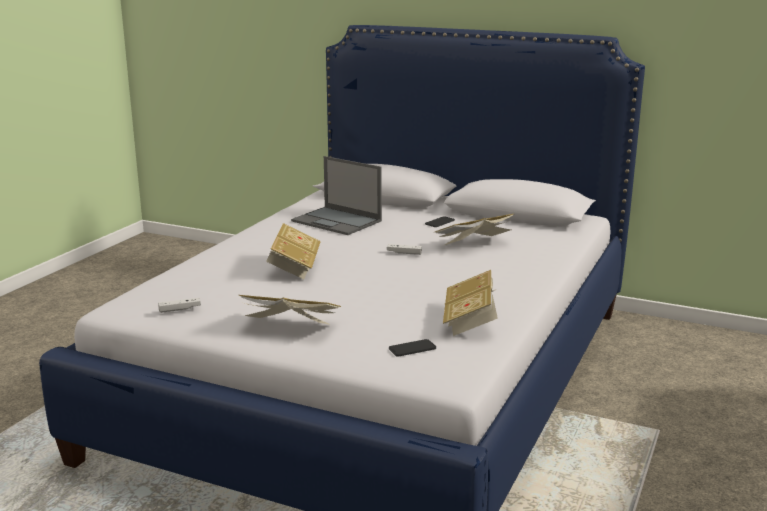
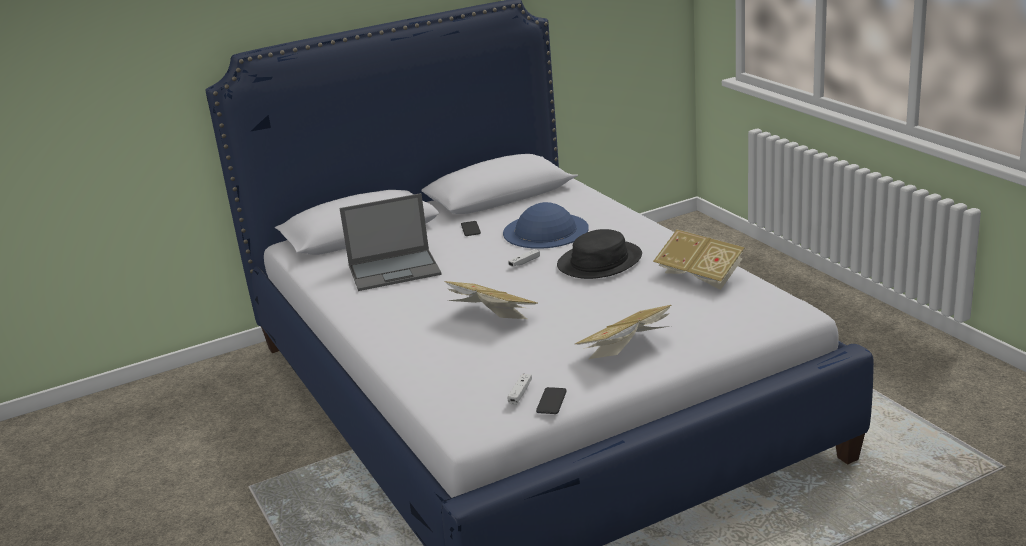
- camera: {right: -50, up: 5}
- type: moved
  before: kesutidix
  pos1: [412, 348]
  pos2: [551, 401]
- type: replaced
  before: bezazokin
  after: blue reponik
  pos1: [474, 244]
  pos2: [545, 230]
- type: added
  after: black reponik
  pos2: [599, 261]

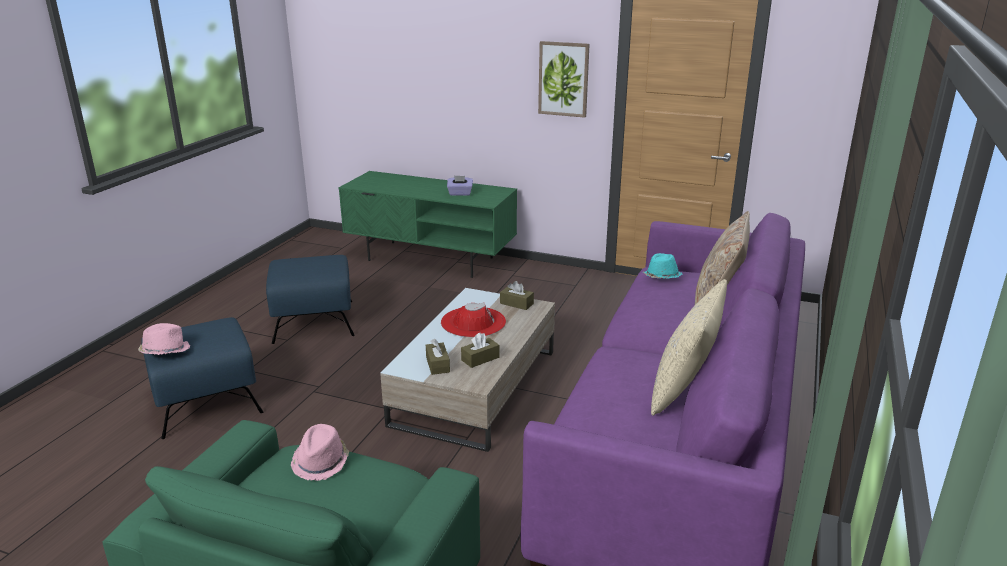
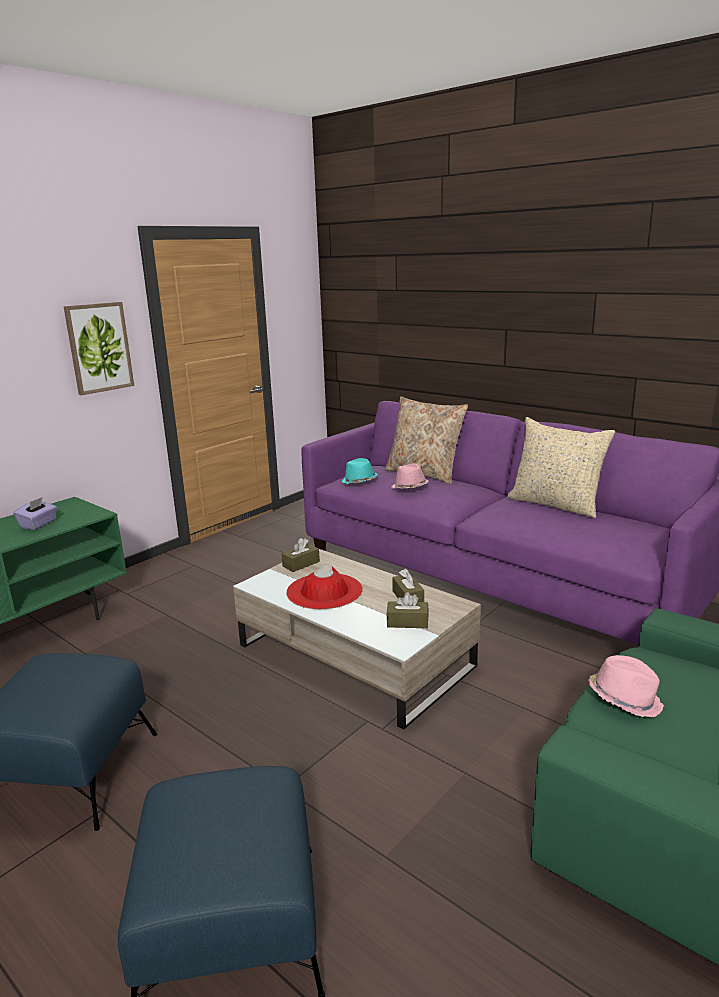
- camera: {right: -70, up: -5}
- type: moved
  before: pink reponik
  pos1: [165, 351]
  pos2: [409, 488]

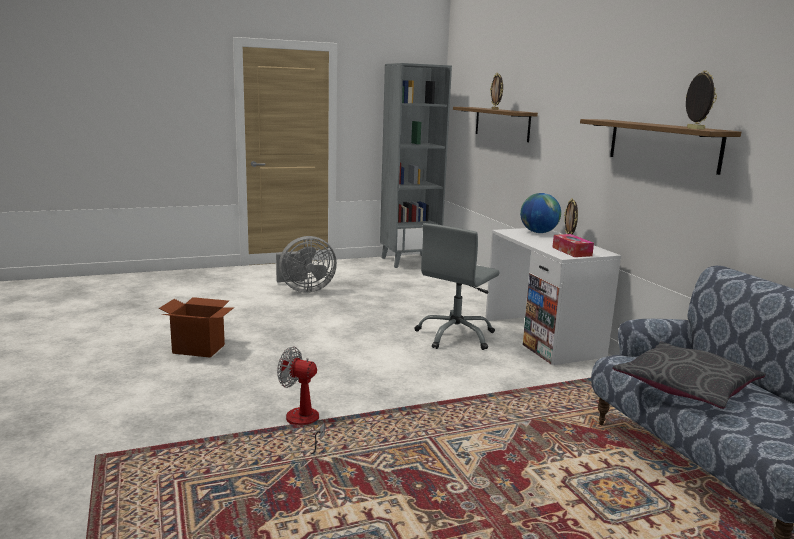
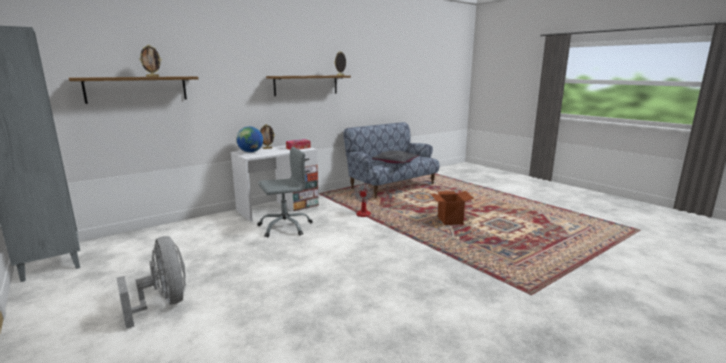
- camera: {right: -105, up: 0}
- type: moved
  before: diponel
  pos1: [199, 349]
  pos2: [449, 220]
- type: moved
  before: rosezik
  pos1: [305, 424]
  pos2: [368, 213]
- type: turned
  before: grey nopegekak
  pos1: [456, 336]
  pos2: [285, 227]
  turn: -45

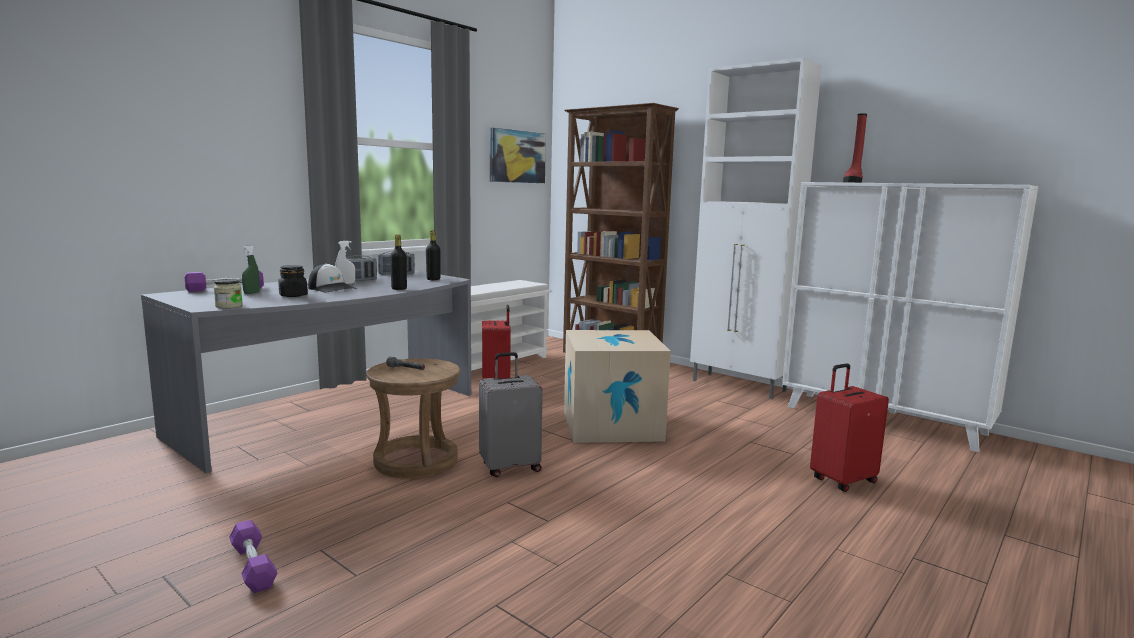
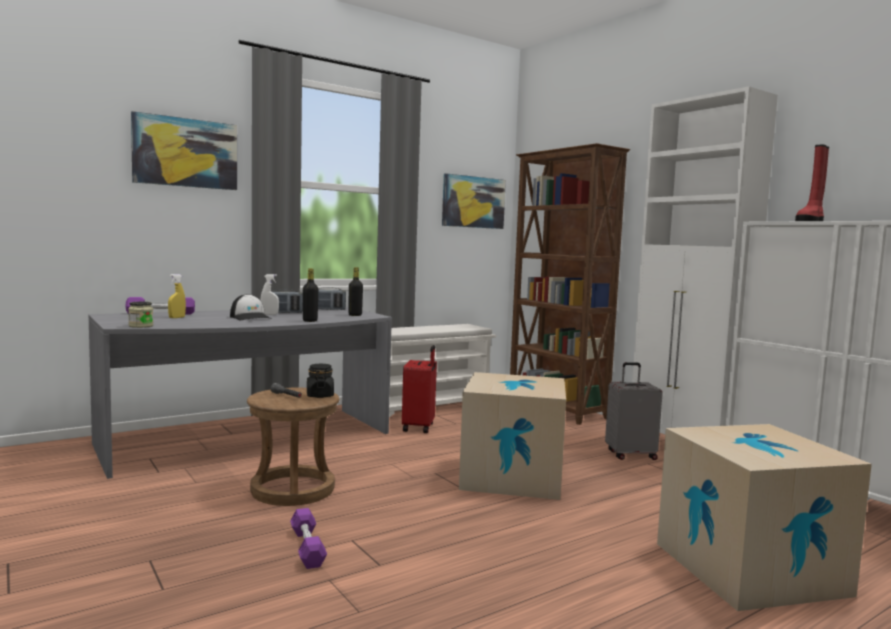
- camera: {right: 15, up: -5}
- type: moved
  before: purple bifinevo
  pos1: [253, 566]
  pos2: [307, 547]
- type: recoloured
  before: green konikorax
  after: yellow konikorax
  pos1: [251, 293]
  pos2: [177, 317]
- type: moved
  before: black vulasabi
  pos1: [293, 295]
  pos2: [320, 395]
- type: moved
  before: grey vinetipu
  pos1: [510, 467]
  pos2: [630, 455]
- type: replaced
  before: red vinetipu
  after: diponel
  pos1: [842, 480]
  pos2: [749, 568]
- type: added
  after: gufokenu
  pos2: [185, 153]

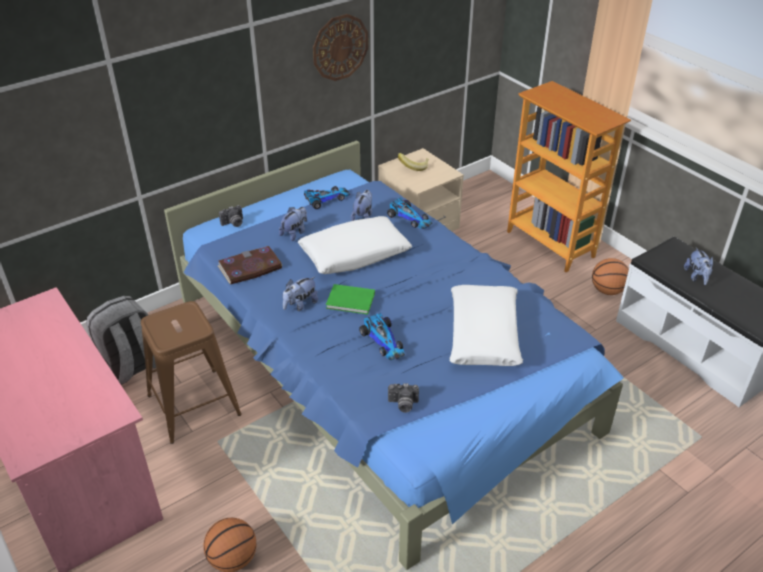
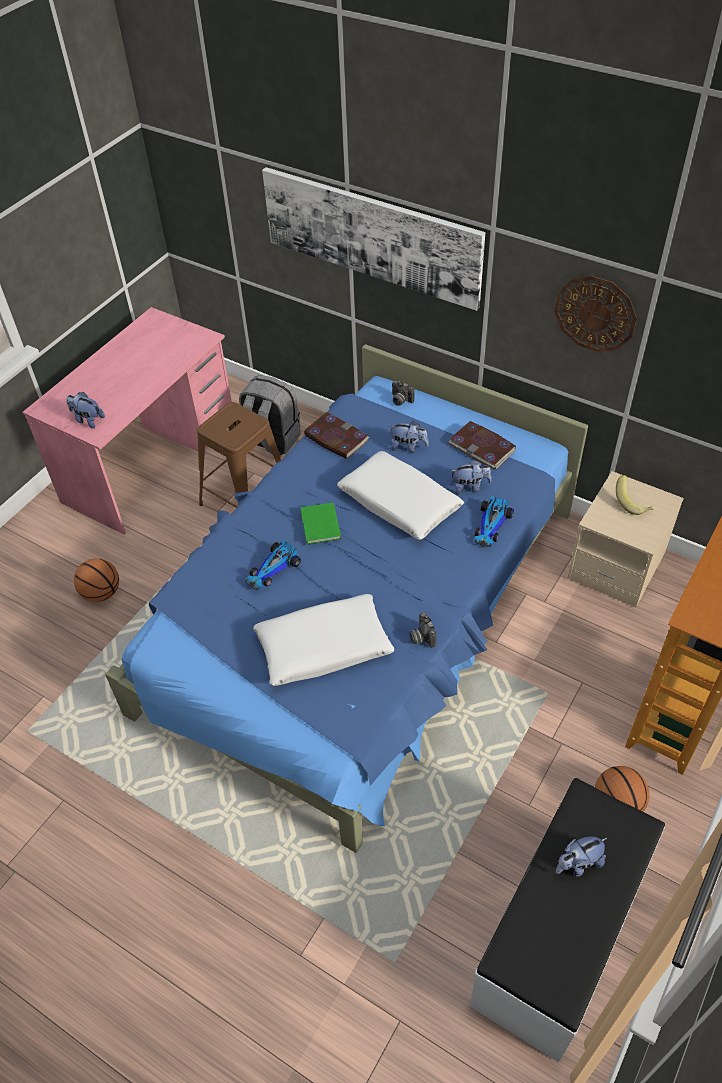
- camera: {right: 70, up: 10}
- type: moved
  before: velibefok
  pos1: [300, 305]
  pos2: [88, 420]
- type: replaced
  before: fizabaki
  after: bezazokin
  pos1: [325, 199]
  pos2: [482, 447]
- type: moved
  before: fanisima
  pos1: [403, 405]
  pos2: [421, 637]
- type: added
  after: gufokenu
  pos2: [371, 236]

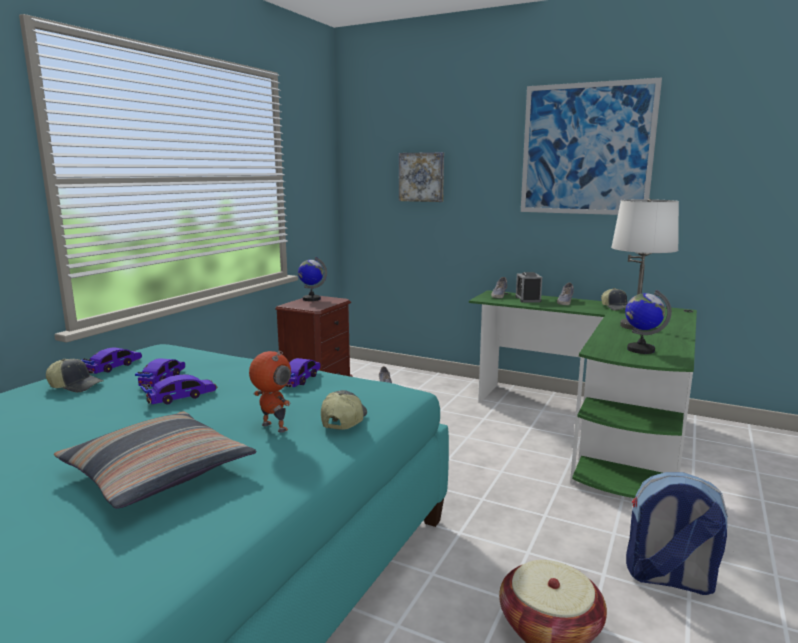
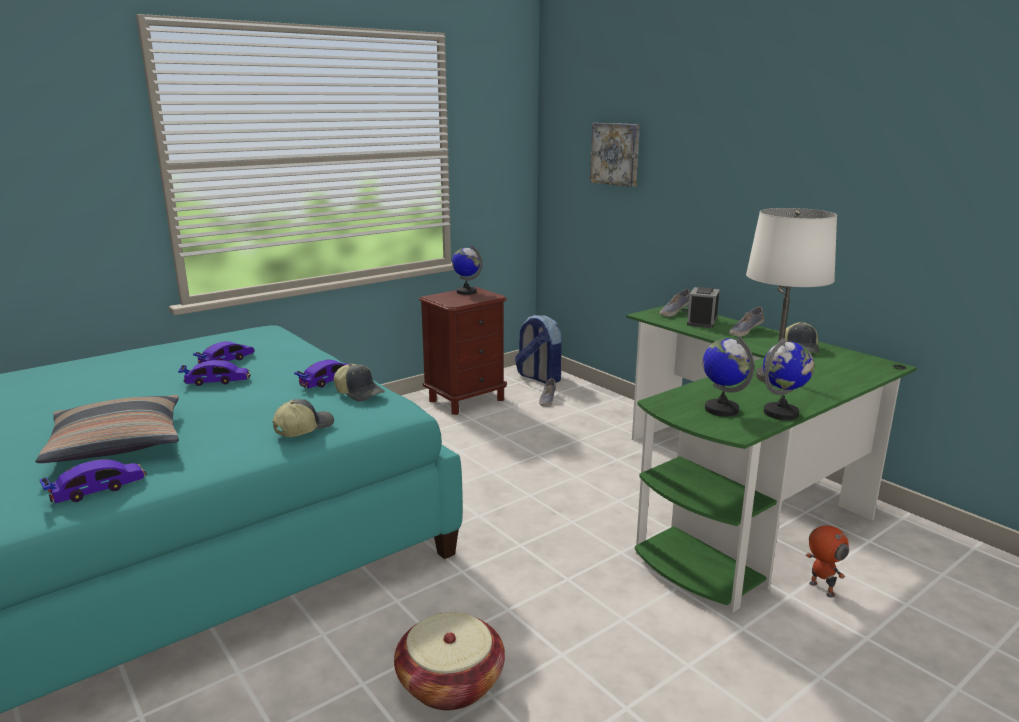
- camera: {right: 25, up: 5}
- type: moved
  before: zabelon
  pos1: [76, 386]
  pos2: [359, 393]
- type: moved
  before: fizabaki
  pos1: [114, 366]
  pos2: [97, 489]
- type: moved
  before: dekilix
  pos1: [273, 428]
  pos2: [820, 589]
- type: removed
  before: gufokenu
  pos1: [586, 149]
- type: moved
  before: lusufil
  pos1: [669, 579]
  pos2: [538, 377]
- type: added
  after: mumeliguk
  pos2: [781, 413]

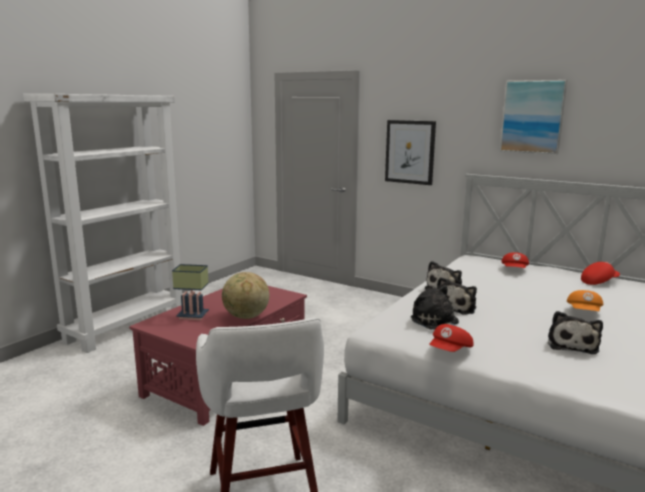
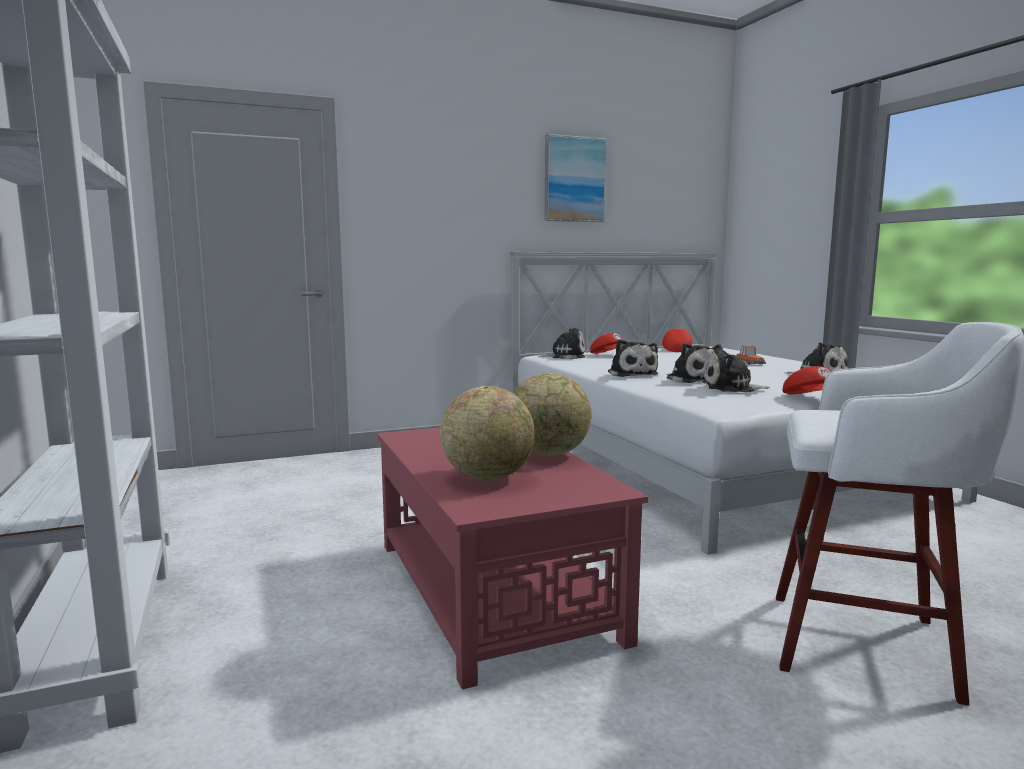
- camera: {right: -55, up: -5}
- type: replaced
  before: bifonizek
  after: mumeliguk
  pos1: [194, 315]
  pos2: [488, 477]
- type: removed
  before: gufokenu
  pos1: [410, 152]
- type: replaced
  before: orange zabelon
  after: fizabaki
  pos1: [584, 312]
  pos2: [749, 362]
- type: added
  after: velibefok
  pos2: [565, 356]

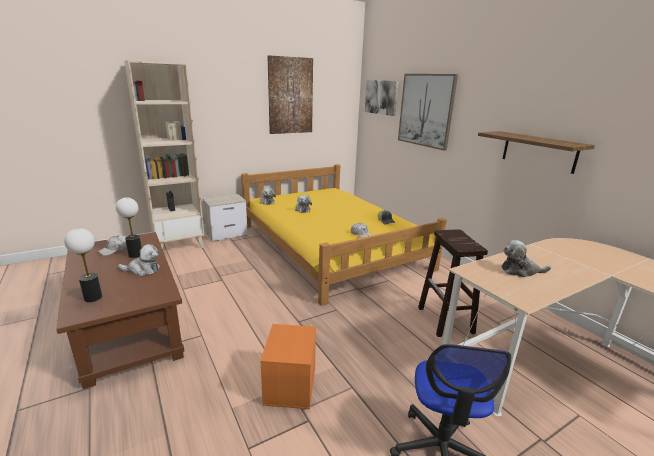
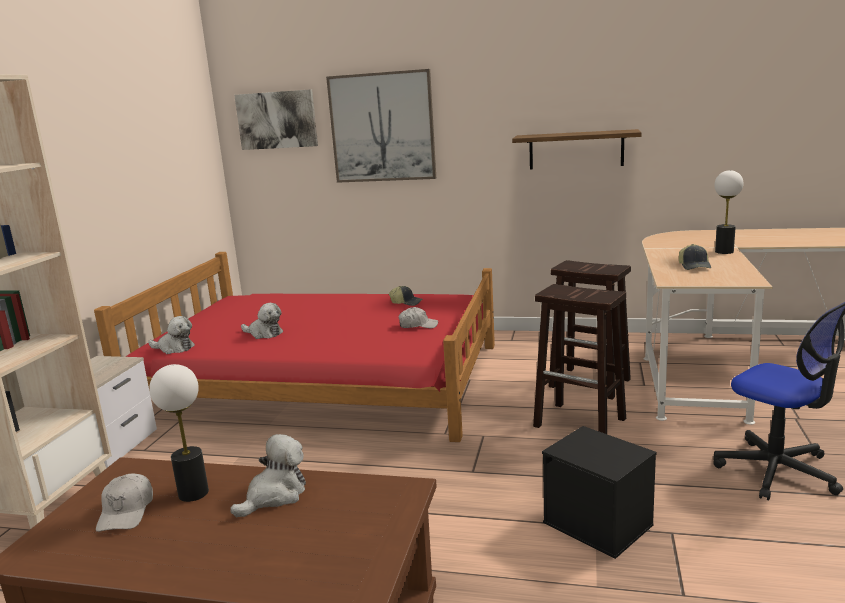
- camera: {right: -45, up: -5}
- type: moved
  before: bifonizek
  pos1: [93, 297]
  pos2: [724, 252]
- type: recoloured
  before: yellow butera
  after: red butera
  pos1: [331, 246]
  pos2: [325, 380]
- type: recoloured
  before: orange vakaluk
  after: black vakaluk
  pos1: [291, 386]
  pos2: [599, 524]
- type: removed
  before: gufokenu
  pos1: [290, 96]
- type: replaced
  before: velibefok
  after: zabelon
  pos1: [520, 271]
  pos2: [694, 266]
- type: added
  after: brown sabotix
  pos2: [581, 423]

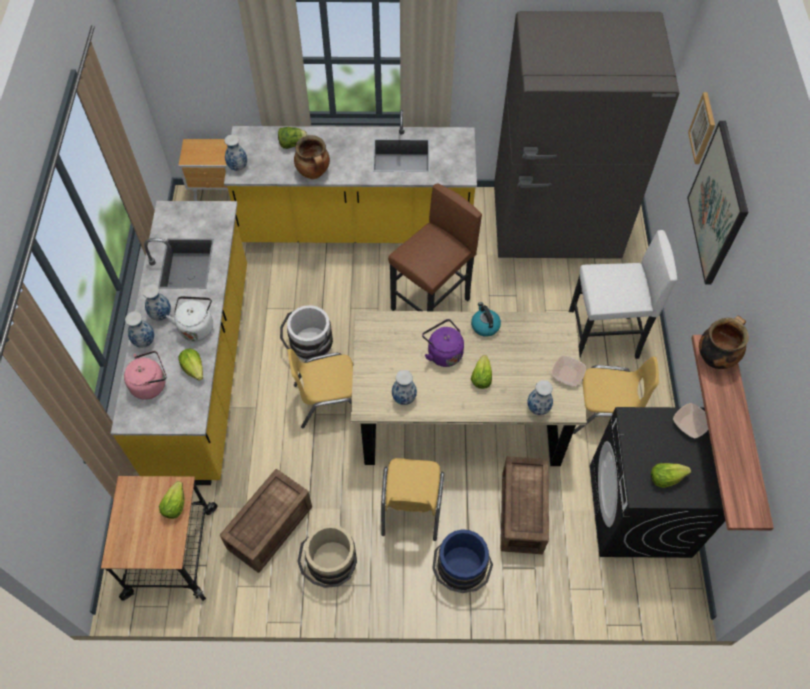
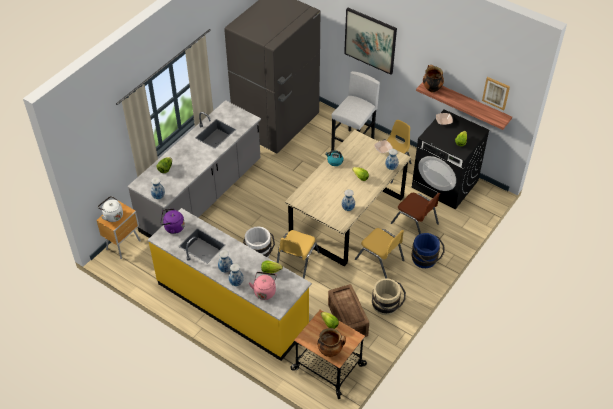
- camera: {right: -55, up: -10}
- type: moved
  before: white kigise
  pos1: [196, 326]
  pos2: [112, 215]
- type: recoloured
  before: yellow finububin
  after: grey finububin
  pos1: [357, 226]
  pos2: [202, 196]
- type: moved
  before: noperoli
  pos1: [314, 173]
  pos2: [330, 351]
- type: removed
  before: brown sabotix
  pos1: [431, 304]
- type: moved
  before: purple kigise
  pos1: [443, 352]
  pos2: [173, 227]
- type: replaced
  before: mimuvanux
  after: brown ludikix
  pos1: [520, 513]
  pos2: [415, 223]
- type: moved
  before: gufokenu
  pos1: [703, 128]
  pos2: [496, 93]

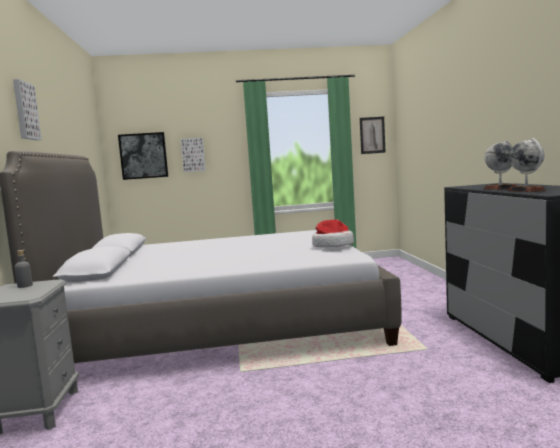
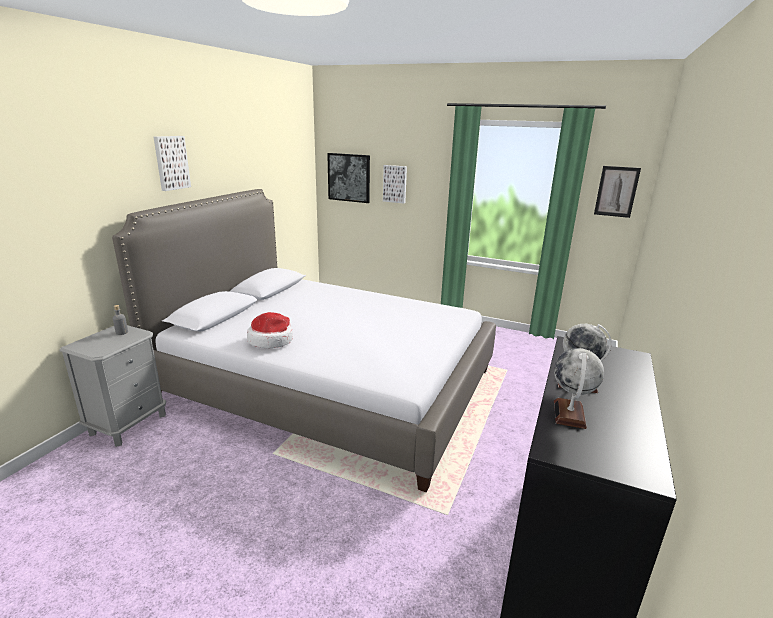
- camera: {right: 30, up: 15}
- type: moved
  before: reponik
  pos1: [332, 245]
  pos2: [271, 340]

